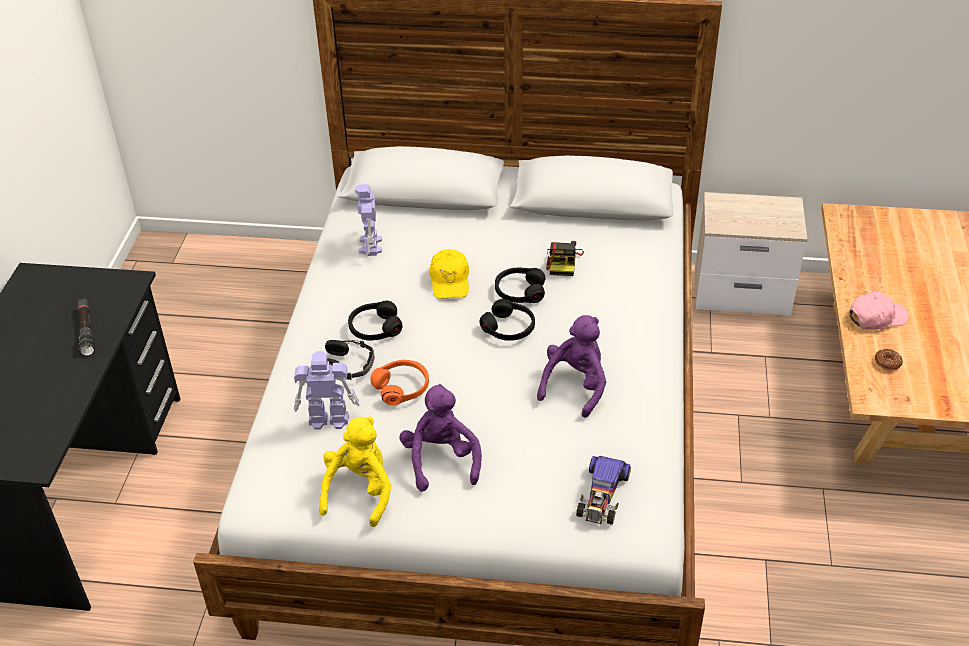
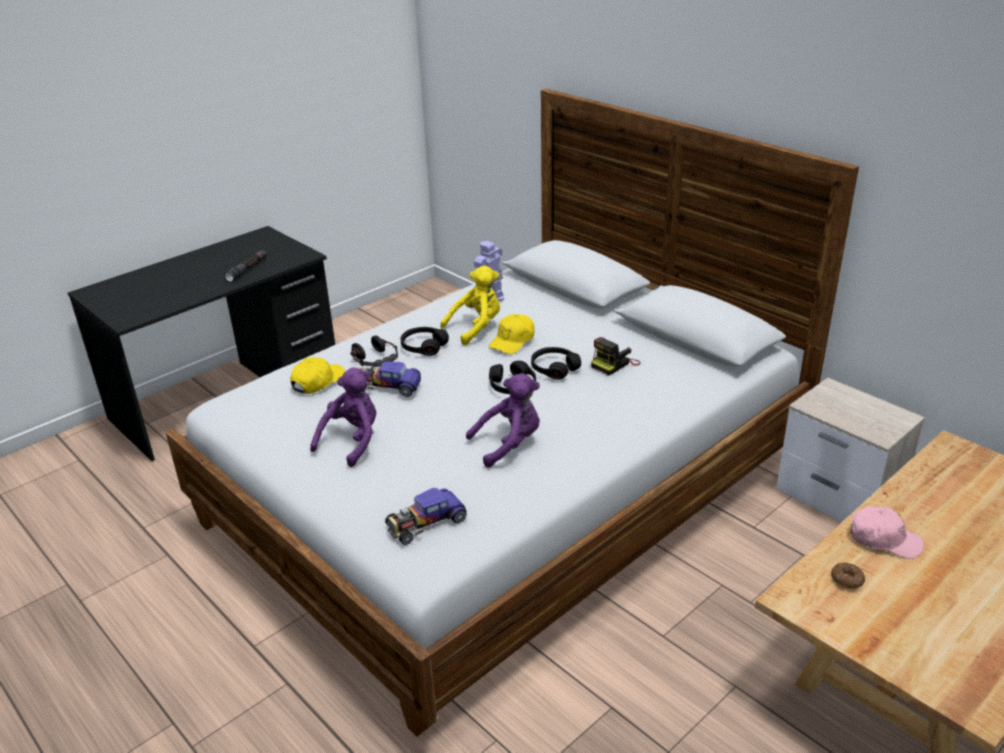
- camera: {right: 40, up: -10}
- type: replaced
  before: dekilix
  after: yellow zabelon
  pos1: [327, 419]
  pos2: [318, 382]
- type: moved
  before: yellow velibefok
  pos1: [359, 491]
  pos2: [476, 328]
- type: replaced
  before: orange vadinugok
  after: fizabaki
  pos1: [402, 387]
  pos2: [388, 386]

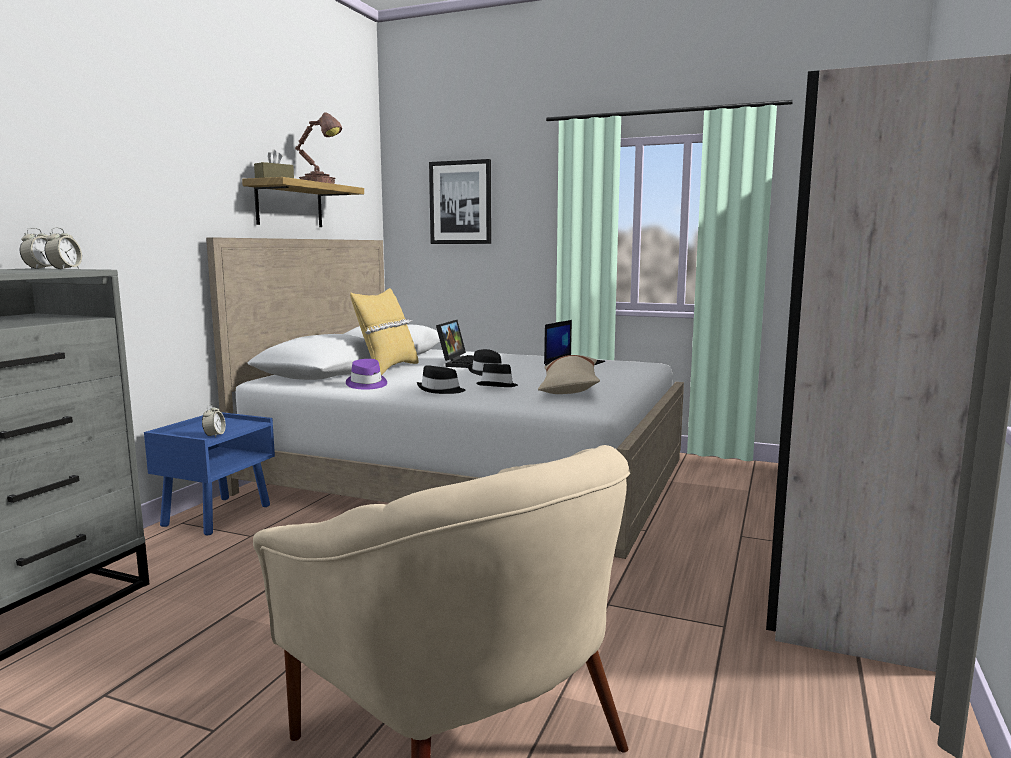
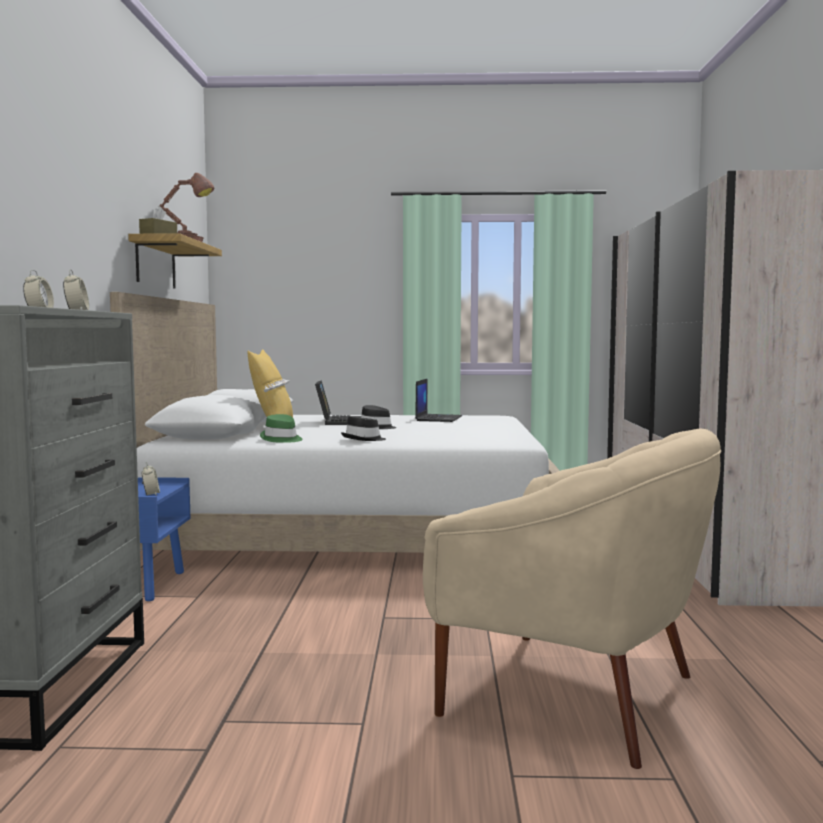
- camera: {right: -20, up: -5}
- type: recoloured
  before: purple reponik
  after: green reponik
  pos1: [366, 384]
  pos2: [281, 439]
- type: removed
  before: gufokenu
  pos1: [460, 202]
- type: removed
  before: black reponik
  pos1: [498, 386]
- type: removed
  before: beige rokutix
  pos1: [569, 388]

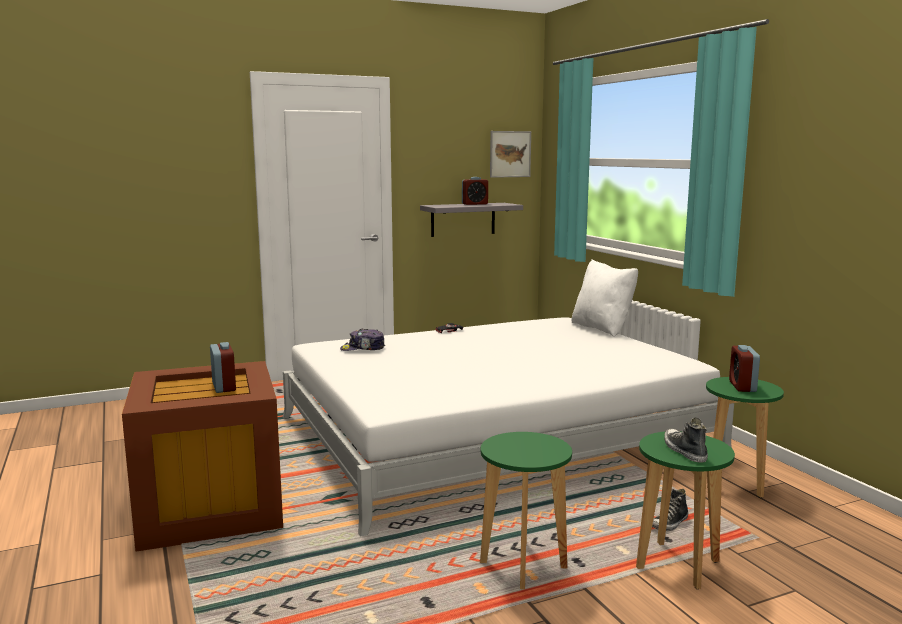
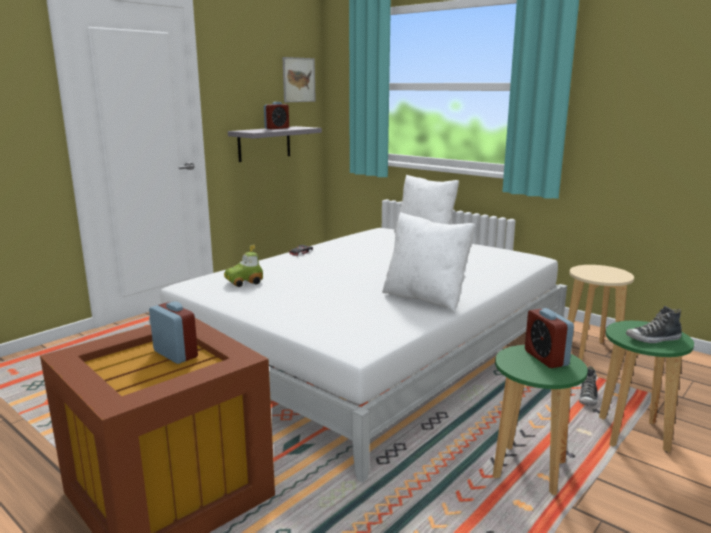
- camera: {right: -25, up: 5}
- type: replaced
  before: zabelon
  after: fizabaki
  pos1: [363, 349]
  pos2: [244, 282]
- type: turned
  before: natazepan
  pos1: [684, 451]
  pos2: [653, 339]
  turn: -60
- type: recoloured
  before: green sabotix
  after: beige sabotix
  pos1: [736, 483]
  pos2: [591, 351]
- type: moved
  before: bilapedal
  pos1: [742, 386]
  pos2: [546, 358]
- type: added
  after: white rokutix
  pos2: [425, 298]

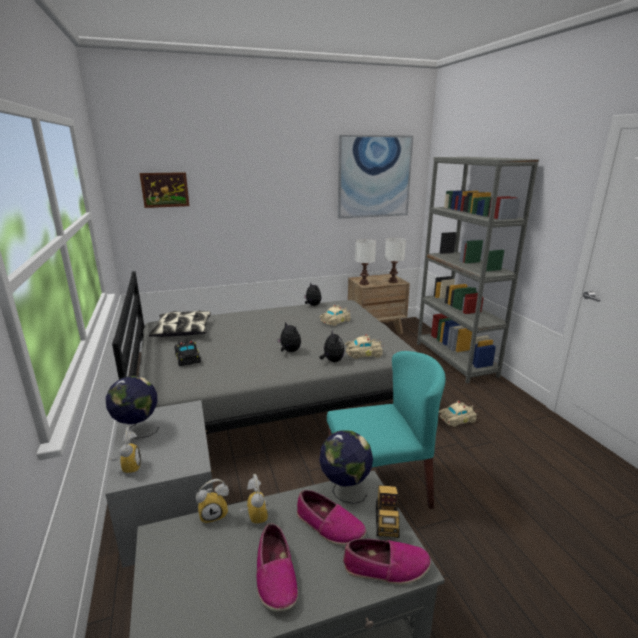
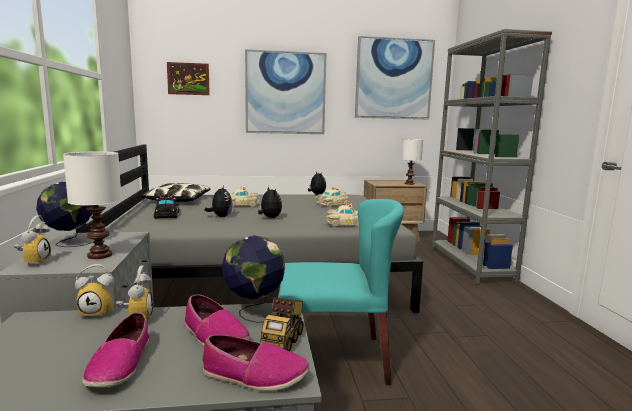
- camera: {right: 10, up: -10}
- type: moved
  before: velibefok
  pos1: [332, 361]
  pos2: [220, 216]
- type: moved
  before: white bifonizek
  pos1: [364, 283]
  pos2: [99, 255]
- type: moved
  before: beige fizabaki
  pos1: [456, 419]
  pos2: [240, 205]
- type: added
  after: gufokenu
  pos2: [285, 93]

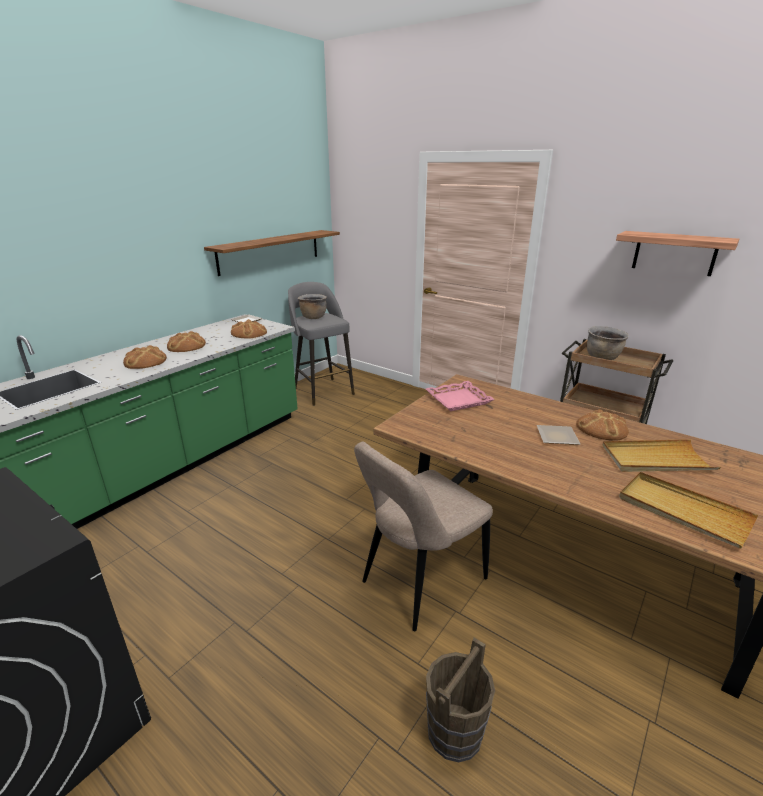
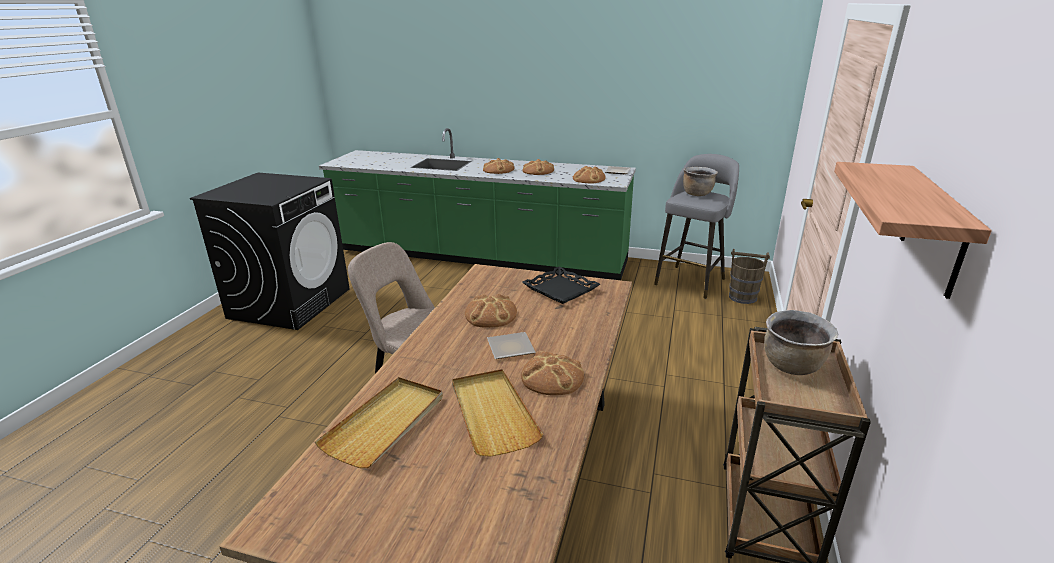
- camera: {right: 70, up: 0}
- type: removed
  before: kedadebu
  pos1: [270, 251]
- type: recoloured
  before: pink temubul
  after: black temubul
  pos1: [458, 400]
  pos2: [560, 290]
- type: moved
  before: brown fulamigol
  pos1: [454, 732]
  pos2: [742, 297]
- type: added
  after: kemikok
  pos2: [491, 314]

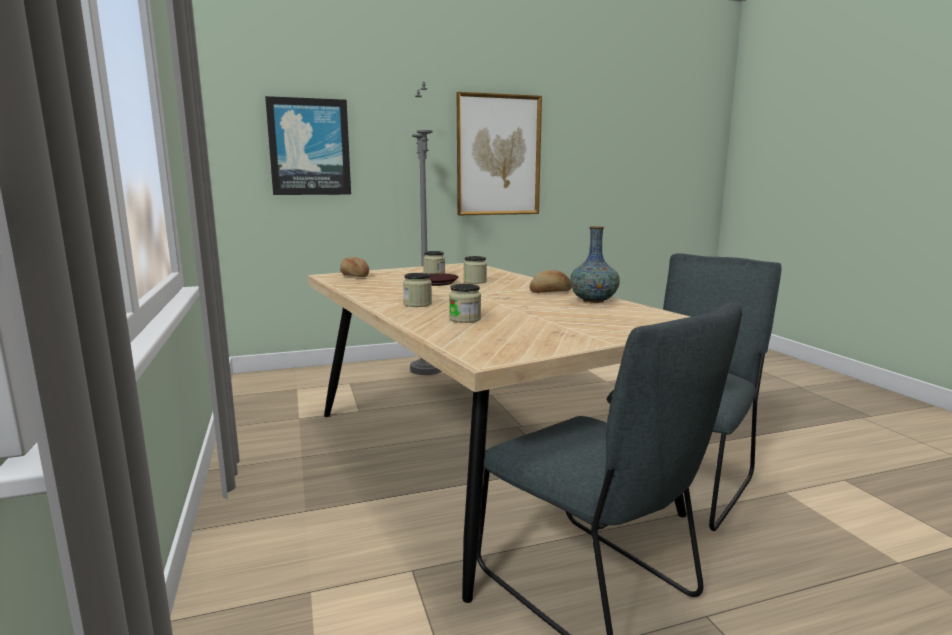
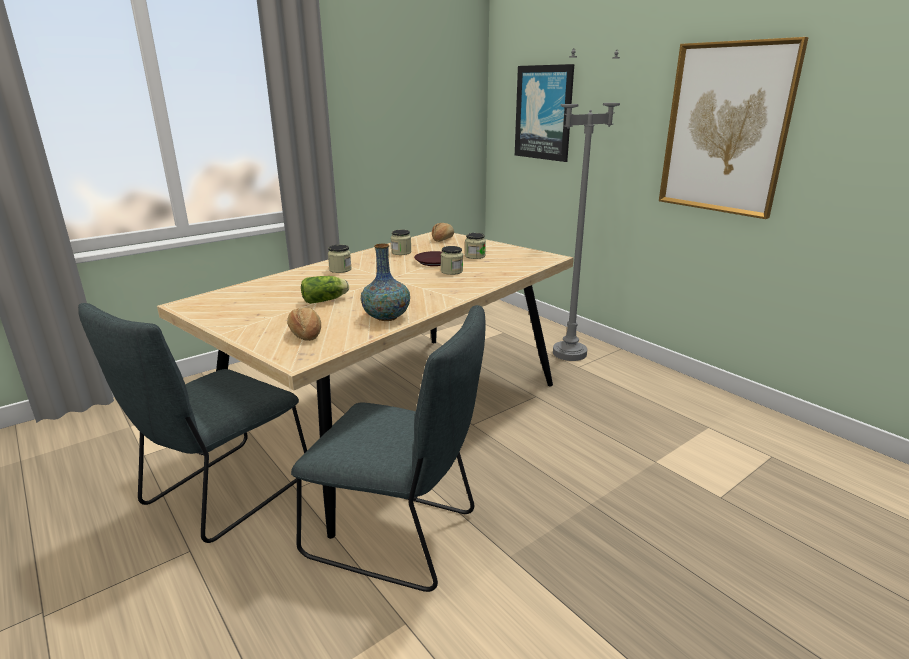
- camera: {right: 70, up: 10}
- type: moved
  before: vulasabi
  pos1: [465, 319]
  pos2: [401, 252]
- type: moved
  before: kemikok
  pos1: [550, 292]
  pos2: [305, 334]
- type: added
  after: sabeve
  pos2: [326, 300]

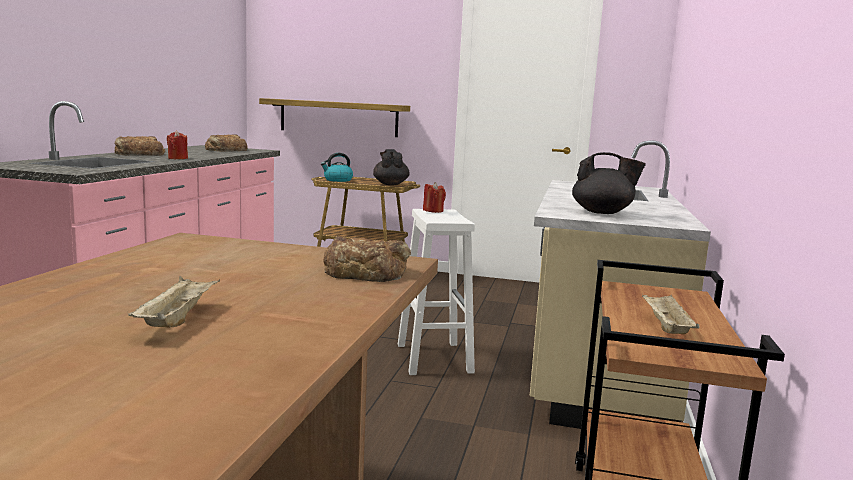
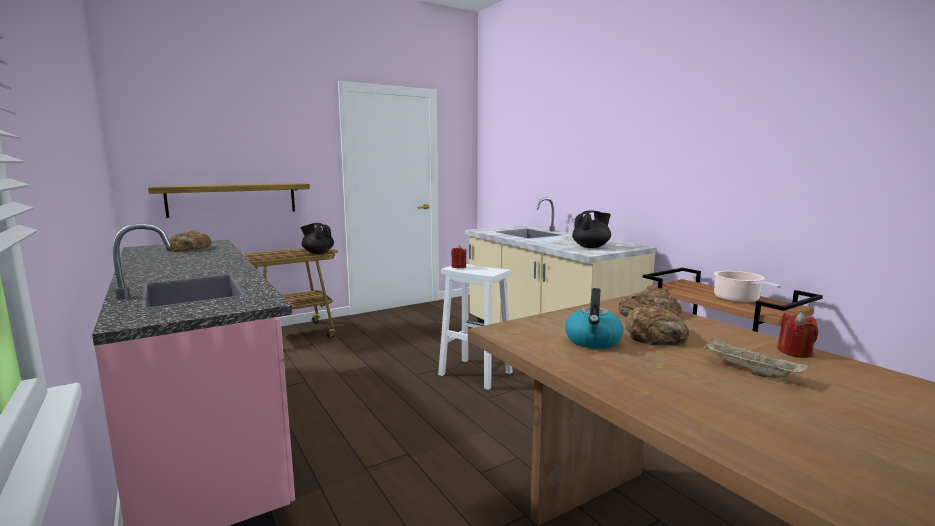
- camera: {right: -45, up: 0}
- type: moved
  before: kemikok
  pos1: [138, 154]
  pos2: [656, 335]
- type: moved
  before: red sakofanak
  pos1: [178, 158]
  pos2: [794, 352]
- type: moved
  before: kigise
  pos1: [337, 180]
  pos2: [593, 341]
- type: replaced
  before: beige temubul
  after: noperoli
  pos1: [665, 327]
  pos2: [738, 299]

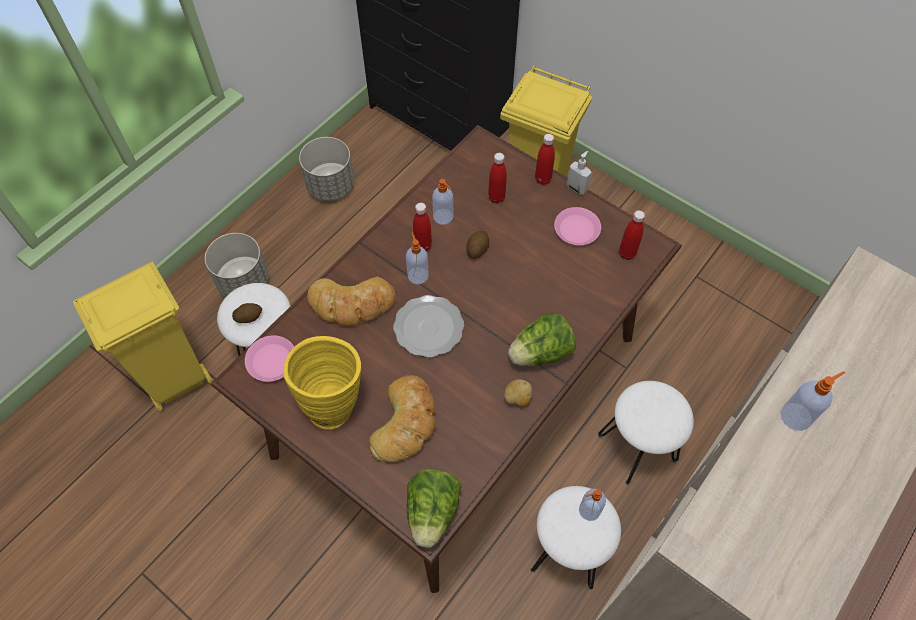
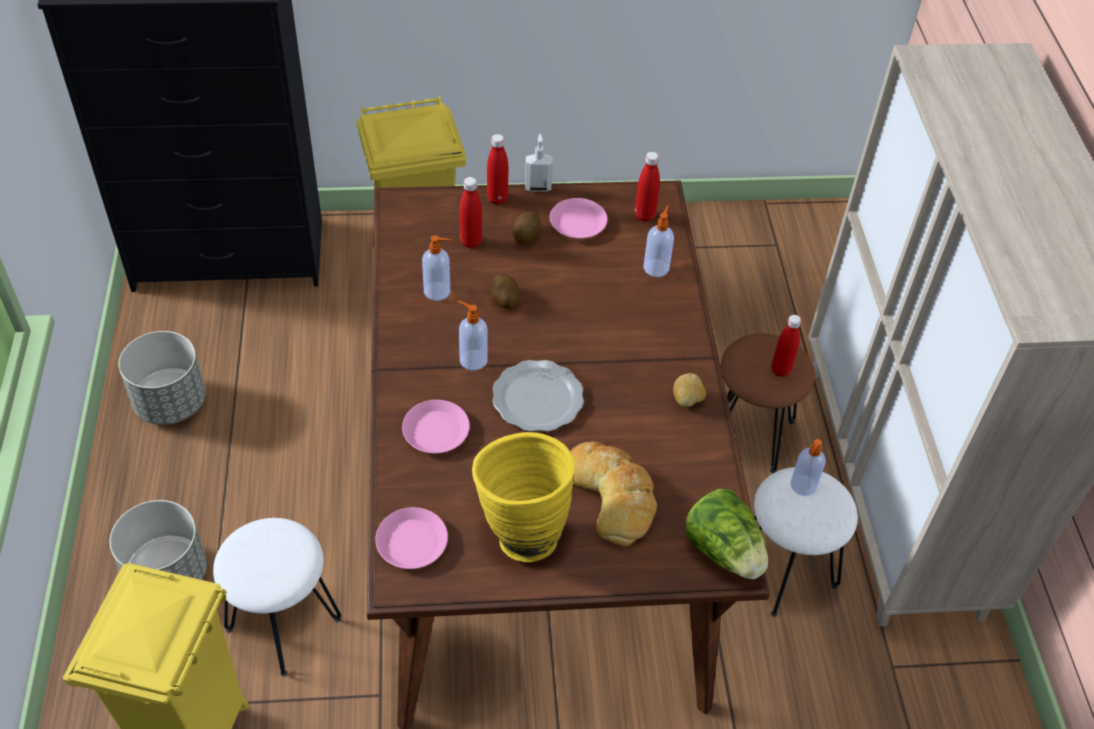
- camera: {right: -45, up: -10}
- type: moved
  before: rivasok
  pos1: [249, 317]
  pos2: [526, 235]
- type: replaced
  before: kemikok
  after: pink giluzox
  pos1: [352, 304]
  pos2: [435, 431]
- type: moved
  before: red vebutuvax
  pos1: [423, 246]
  pos2: [780, 370]
- type: removed
  before: sabeve
  pos1: [541, 353]
- type: recoloured
  before: white sabotix
  after: brown sabotix
  pos1: [637, 449]
  pos2: [751, 435]
- type: moved
  before: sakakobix
  pos1: [796, 416]
  pos2: [656, 267]

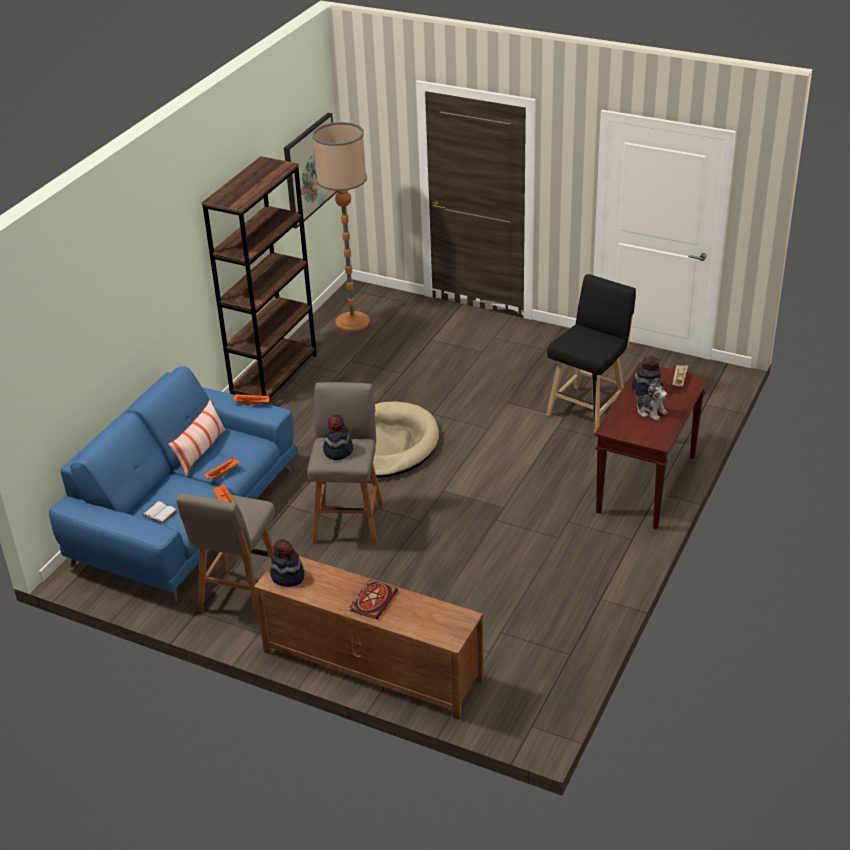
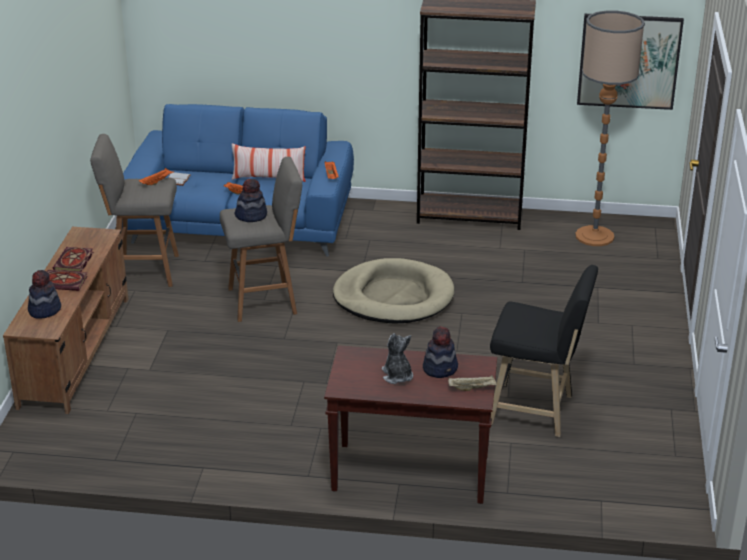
- camera: {right: 70, up: -5}
- type: moved
  before: reponik
  pos1: [287, 576]
  pos2: [44, 310]
- type: turned
  before: velibefok
  pos1: [650, 411]
  pos2: [397, 376]
  turn: 135
- type: added
  after: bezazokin
  pos2: [74, 262]

